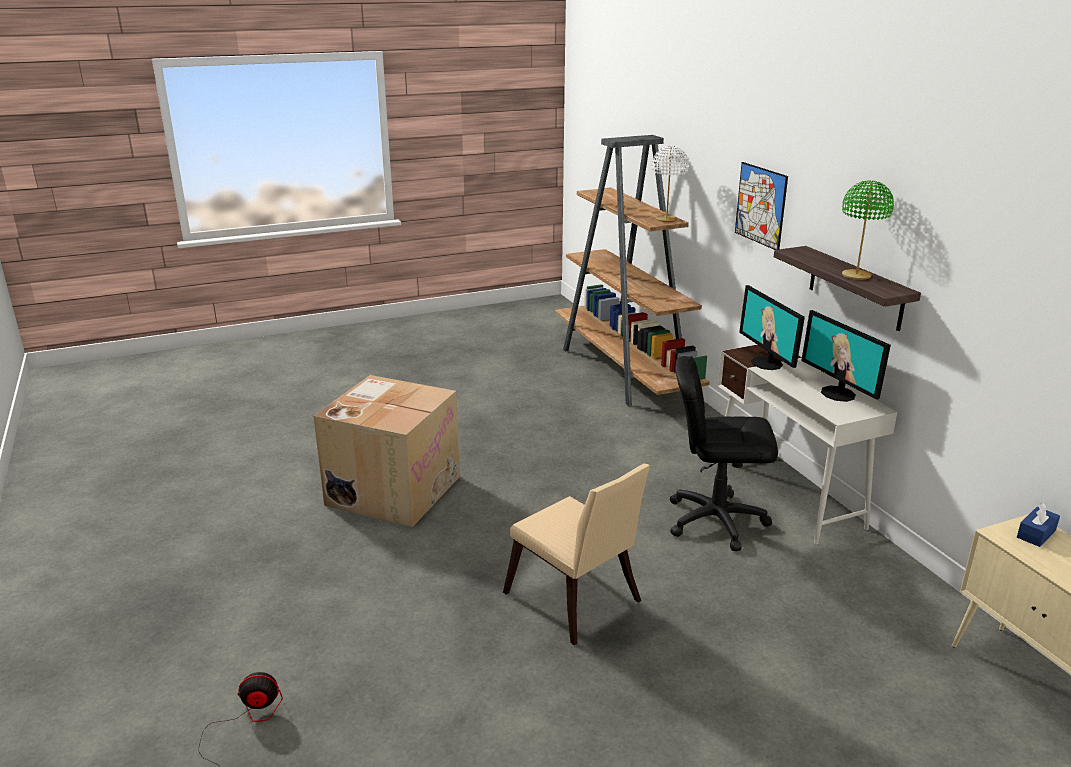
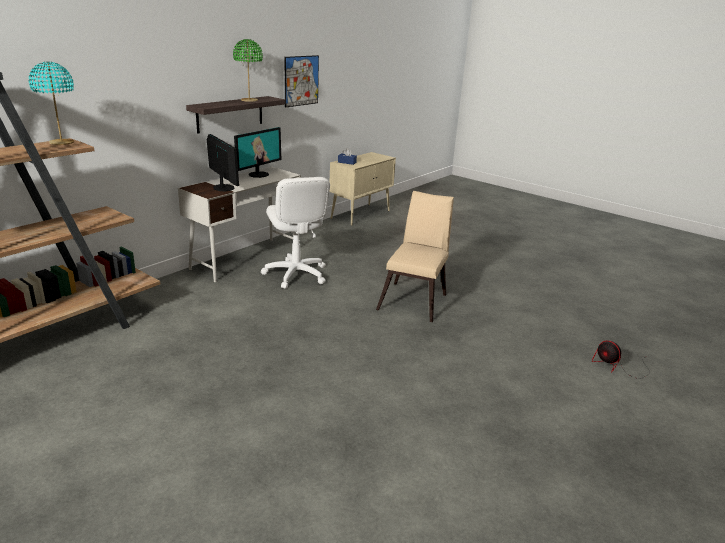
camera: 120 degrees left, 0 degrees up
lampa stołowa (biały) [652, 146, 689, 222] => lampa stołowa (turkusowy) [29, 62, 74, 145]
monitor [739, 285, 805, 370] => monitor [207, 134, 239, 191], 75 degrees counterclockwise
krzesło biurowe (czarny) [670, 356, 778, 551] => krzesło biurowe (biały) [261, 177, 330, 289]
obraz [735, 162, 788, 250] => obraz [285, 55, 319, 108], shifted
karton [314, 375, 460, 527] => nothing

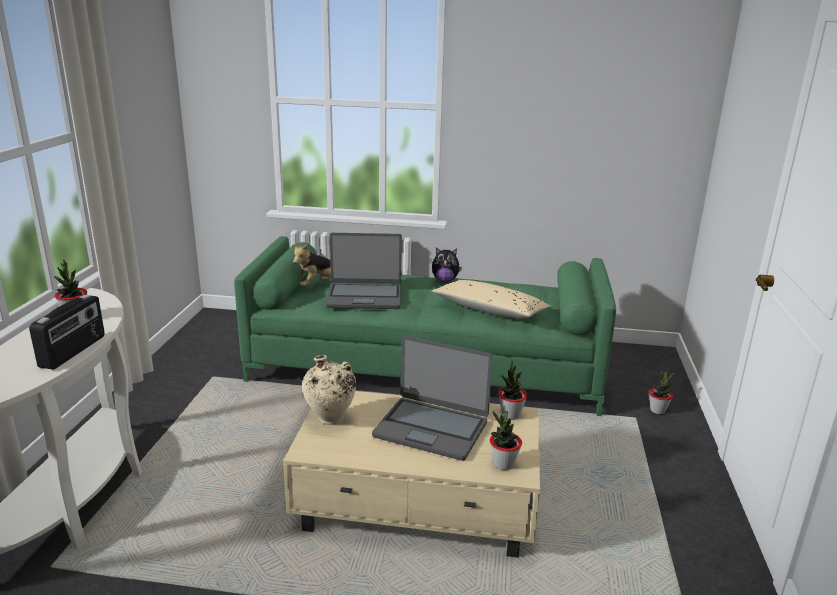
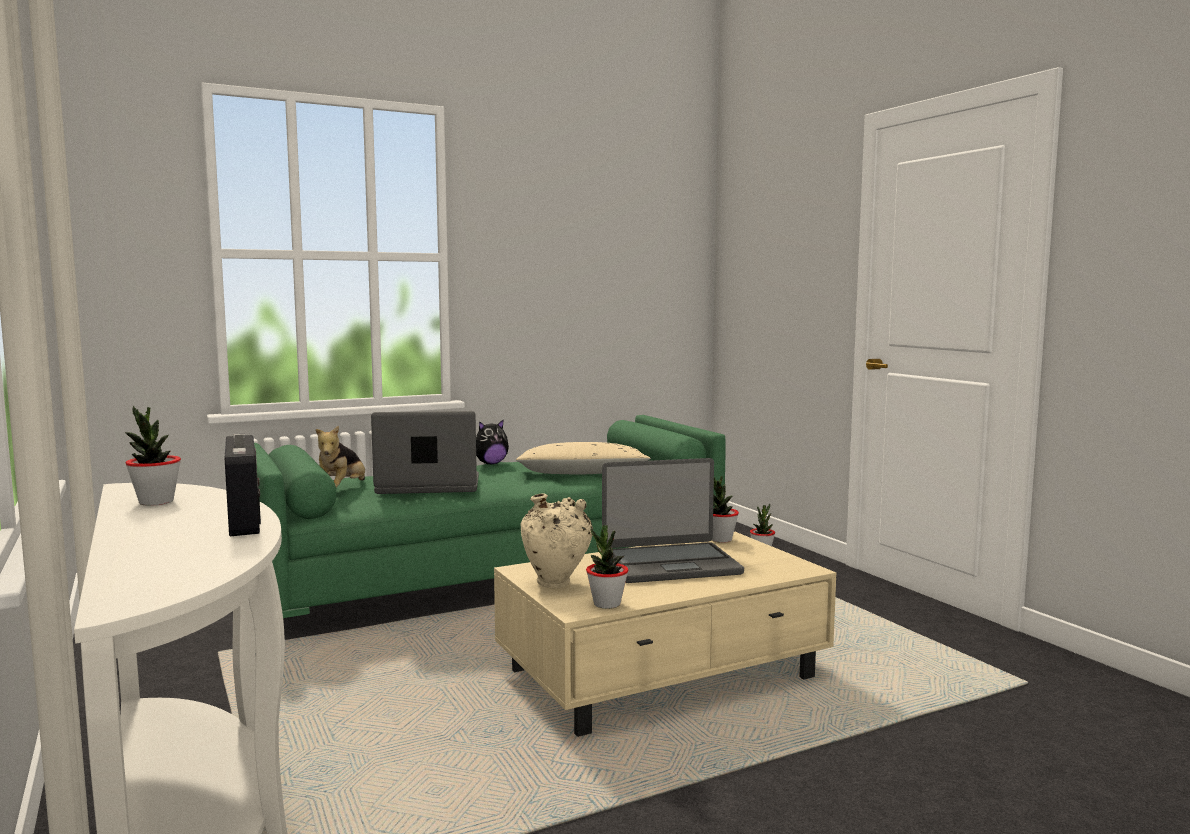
camera: 35 degrees left, 15 degrees down
laptop [325, 233, 402, 309] => laptop [371, 411, 479, 494], 150 degrees counterclockwise
roślina doniczkowa [490, 411, 522, 470] => roślina doniczkowa [586, 525, 628, 609], shifted

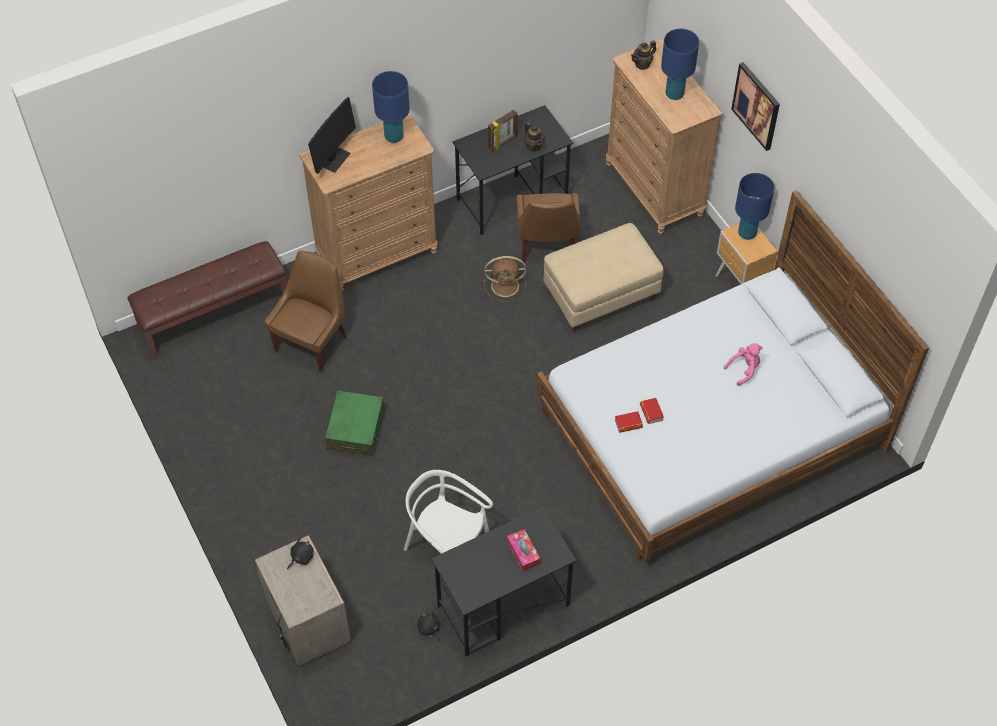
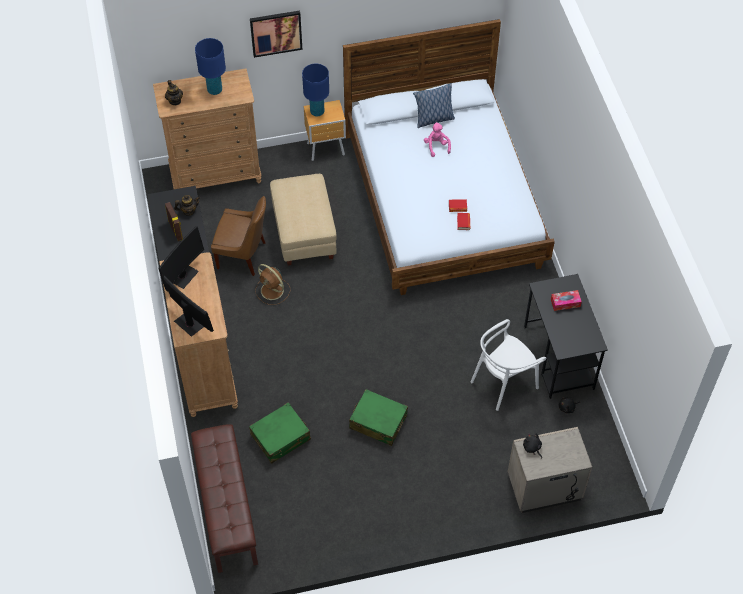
camera: 75 degrees left, 0 degrees up
lampa stołowa (niebieski) [372, 71, 410, 143] => monitor [158, 226, 204, 292]
krzesło (brązowy) [264, 251, 347, 372] => walizka (zielony) [249, 402, 311, 463]
wentylator (brązowy) [483, 256, 526, 302] => wentylator (brązowy) [255, 264, 291, 305], 120 degrees clockwise
nothing => poduszka [413, 83, 455, 128]

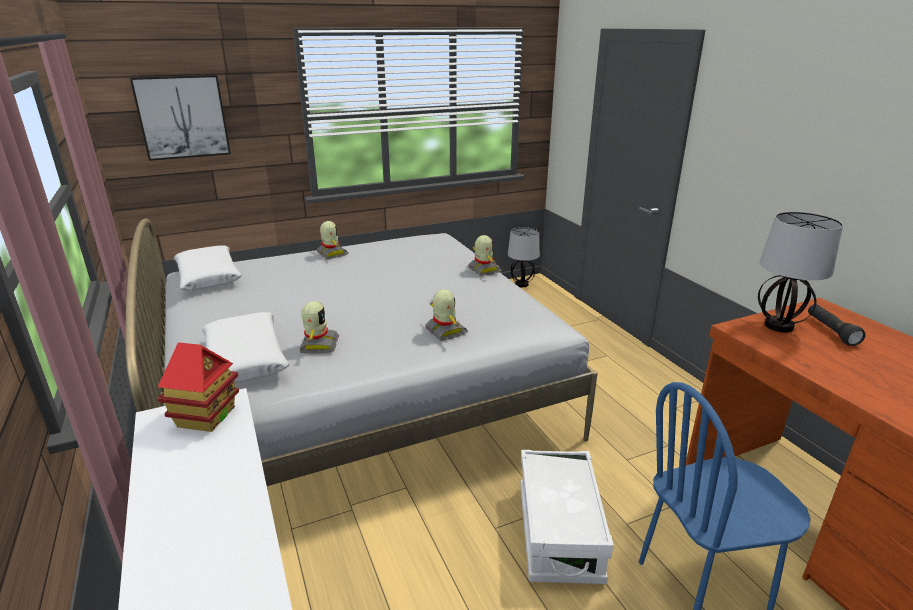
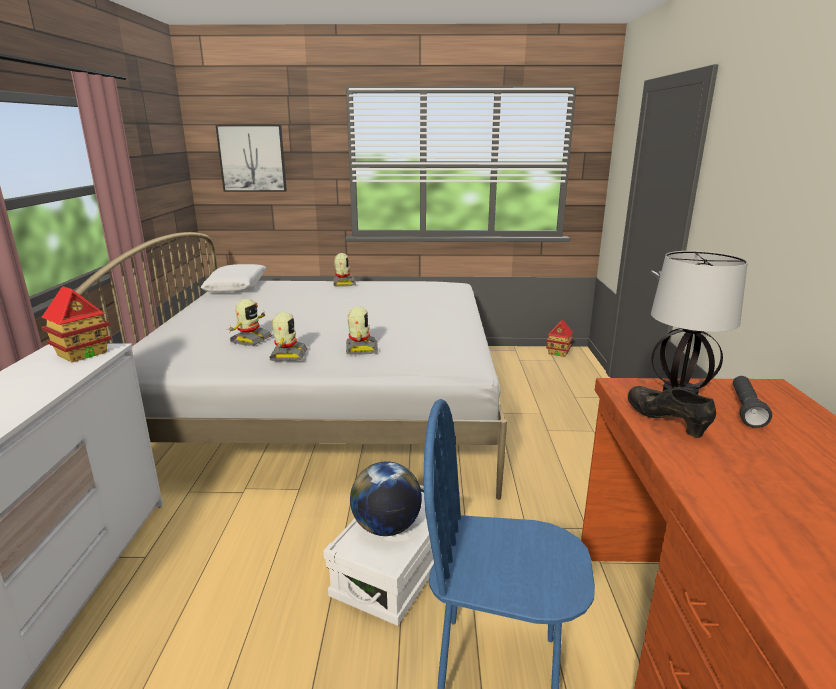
camera: 25 degrees right, 5 degrees down
robot zabawkowy [468, 235, 502, 276] => robot zabawkowy [270, 312, 307, 362], shifted
nothing => globus [350, 462, 422, 536]
lampa stołowa [508, 227, 540, 287] => domek [546, 319, 574, 357]
nothing => but (czarny) [628, 386, 716, 438]
poduszka (biały) [202, 312, 289, 384] => nothing

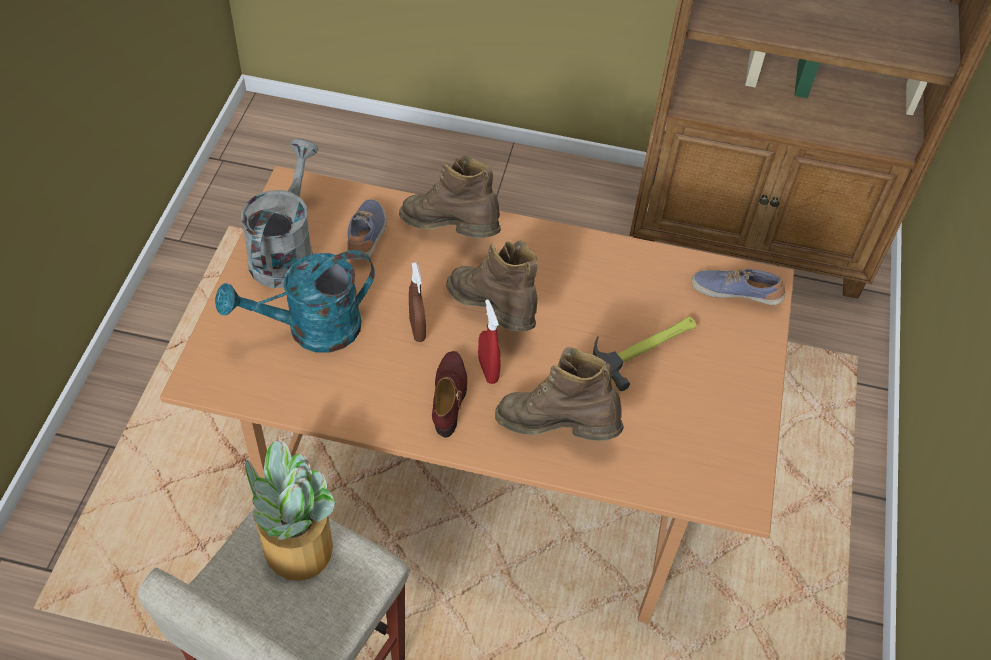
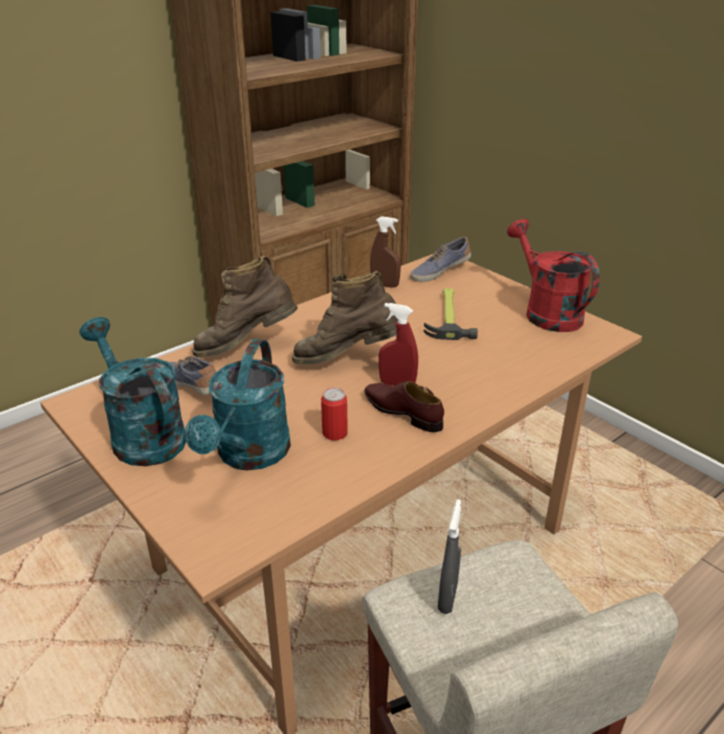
camera: 50 degrees left, 20 degrees down
konewka (szary) [241, 138, 318, 288] => konewka (turkusowy) [79, 317, 186, 466]
nothing => puszka [321, 388, 348, 441]
spryskiwacz (brązowy) [409, 262, 426, 342] => spryskiwacz (brązowy) [370, 216, 401, 288], shifted
roślina doniczkowa [245, 439, 335, 581] => spryskiwacz (szary) [438, 499, 461, 614]
nothing => konewka (czerwony) [507, 219, 600, 332]
but z cholewką (brązowy) [495, 347, 623, 441] => nothing

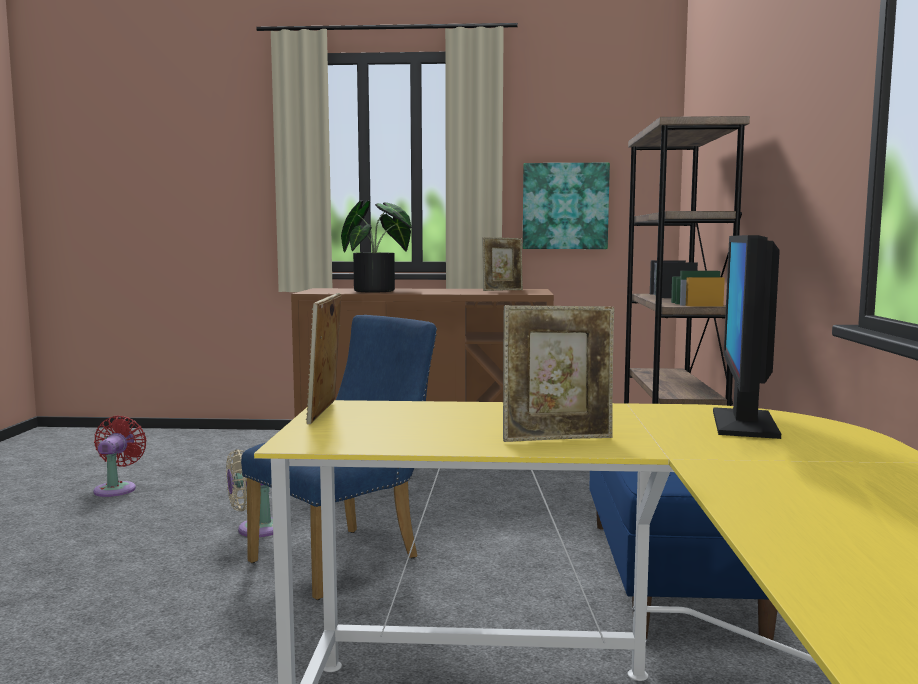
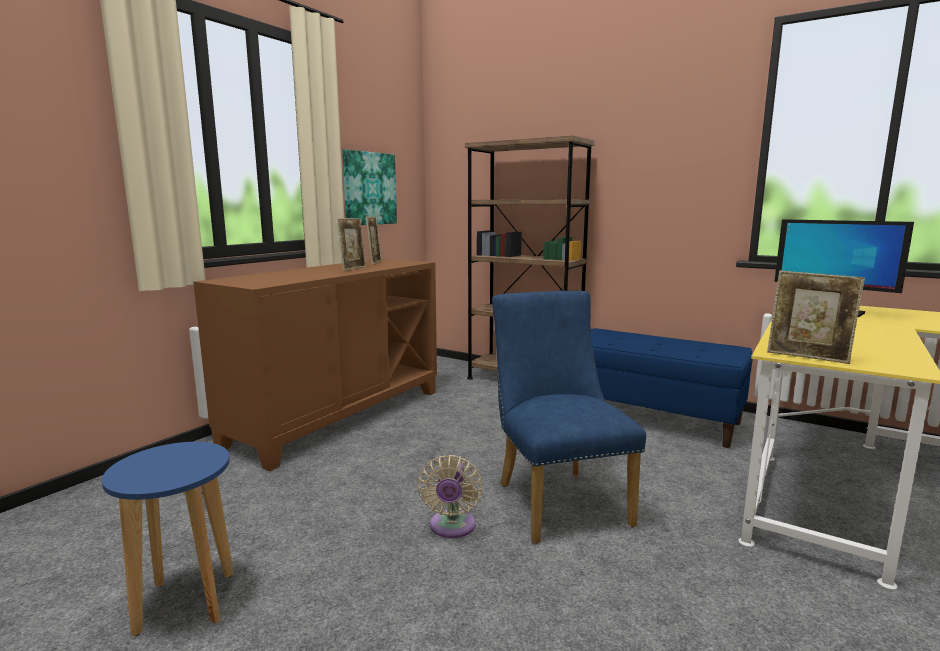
camera: 60 degrees left, 5 degrees up
wentylator (czerwony) [93, 416, 146, 497] => stołek (niebieski) [102, 442, 234, 637]
ramka na zdjęcie [503, 305, 614, 442] => ramka na zdjęcie [337, 218, 366, 271], shifted
roślina doniczkowa [341, 201, 411, 292] => nothing

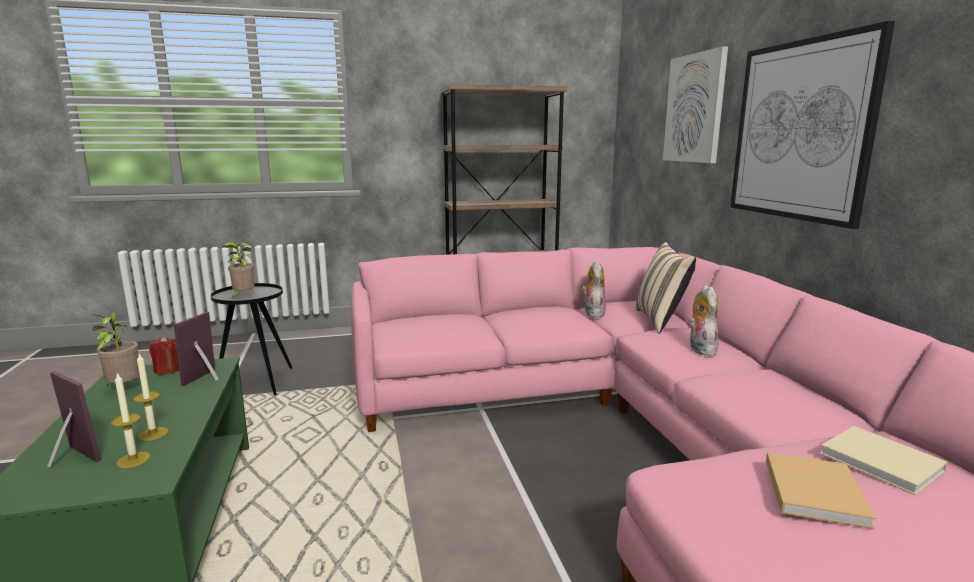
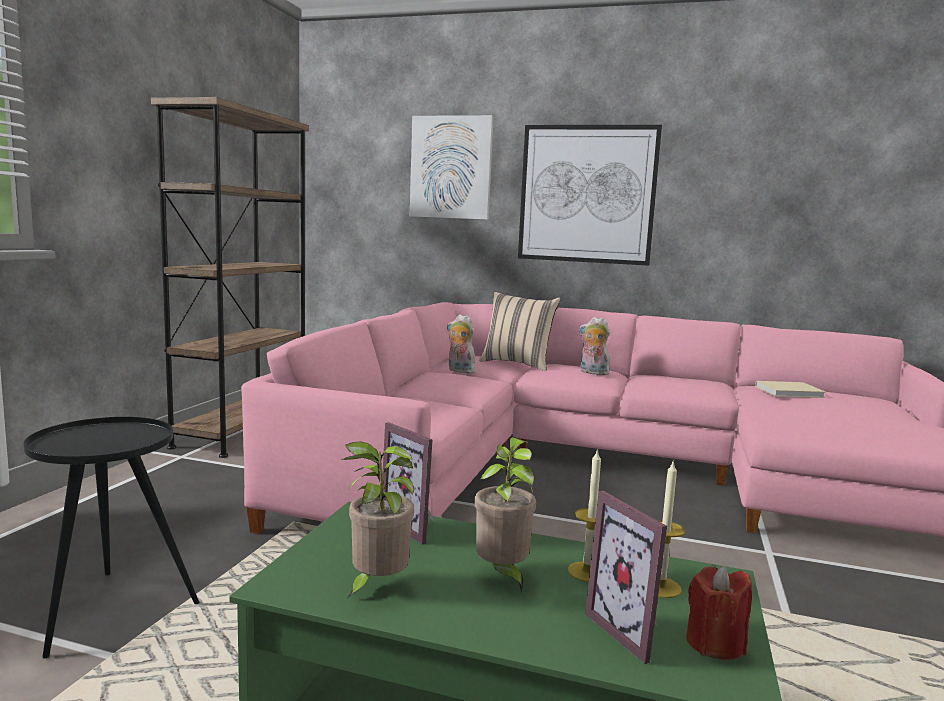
camera: 60 degrees left, 5 degrees down
roślina doniczkowa [222, 242, 255, 299] => roślina doniczkowa [475, 437, 538, 593], shifted
ramka na zdjęcie [48, 372, 101, 468] => ramka na zdjęcie [585, 491, 667, 664], 90 degrees counterclockwise
świeca (czerwony) [149, 336, 179, 375] => świeca (czerwony) [686, 566, 752, 660], shifted
książka (beżowy) [766, 452, 876, 529] => nothing

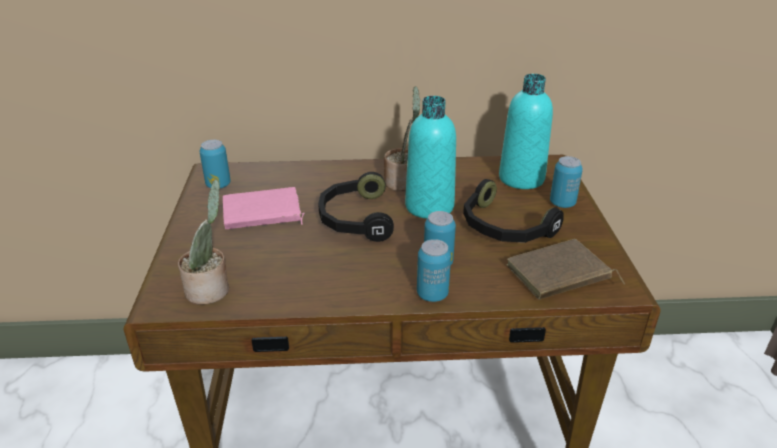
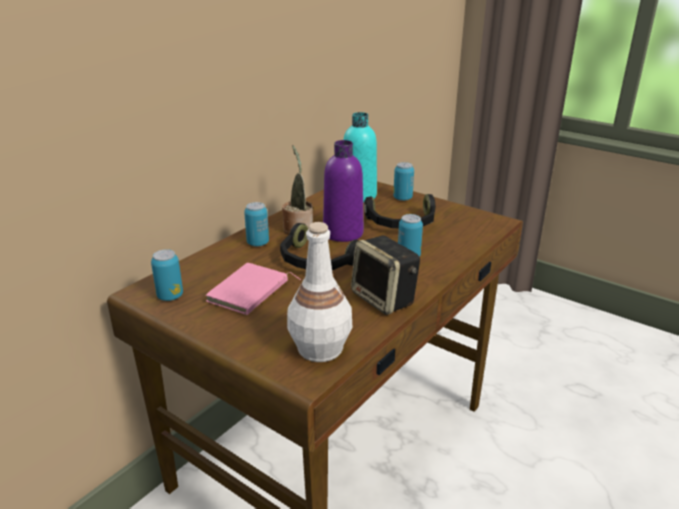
camera: 50 degrees left, 5 degrees down
puszka [417, 239, 451, 302] => puszka [244, 202, 269, 247], shifted
roślina doniczkowa [178, 179, 229, 305] => butelka (biały) [287, 222, 352, 362]
butelka (turkusowy) [405, 96, 456, 219] => butelka (fioletowy) [323, 140, 364, 242]
nothing => głośnik [351, 236, 420, 315]
książka (brązowy) [507, 239, 625, 300] => nothing

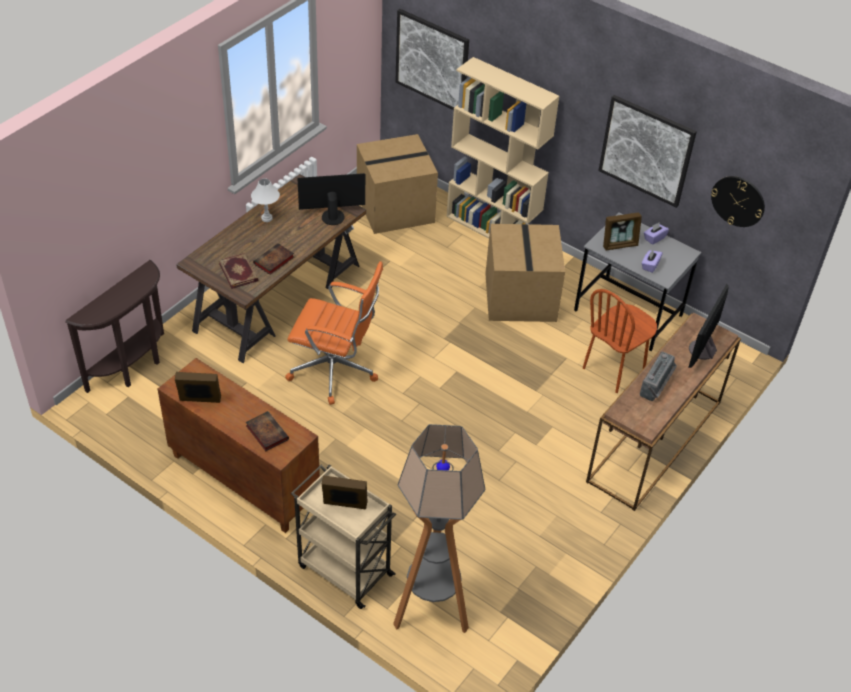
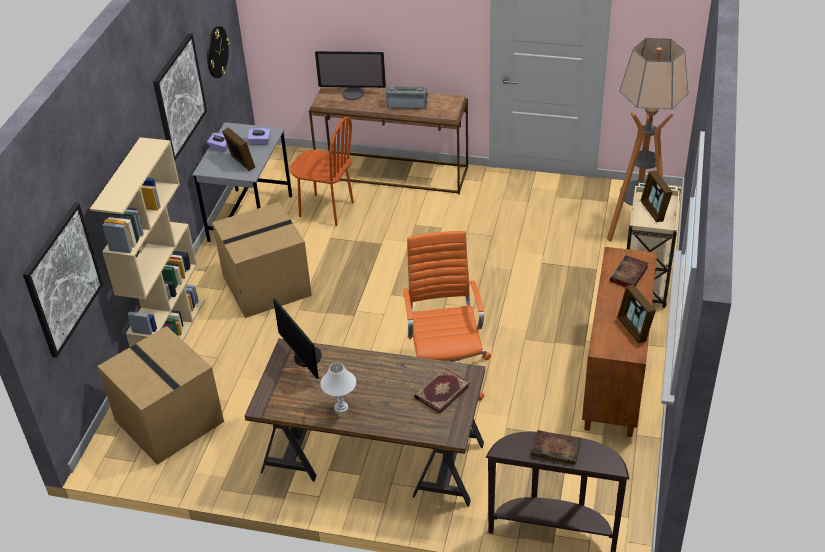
camera: 110 degrees left, 5 degrees down
książka [253, 243, 294, 275] => książka [532, 430, 581, 465], shifted

